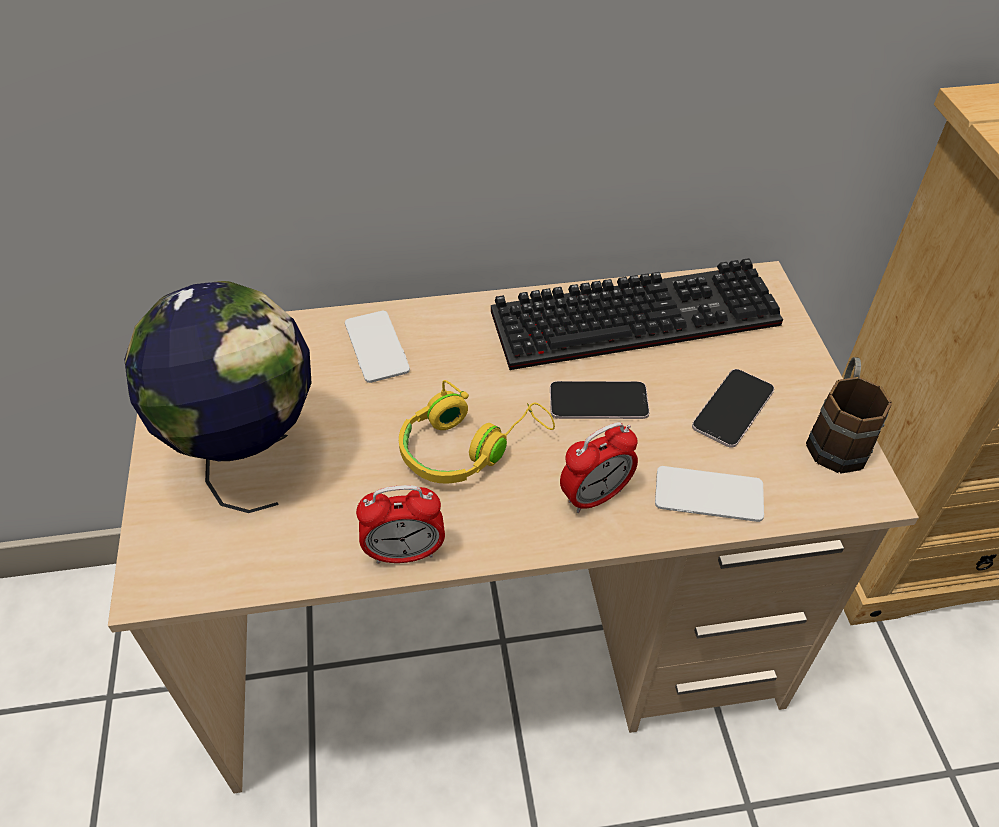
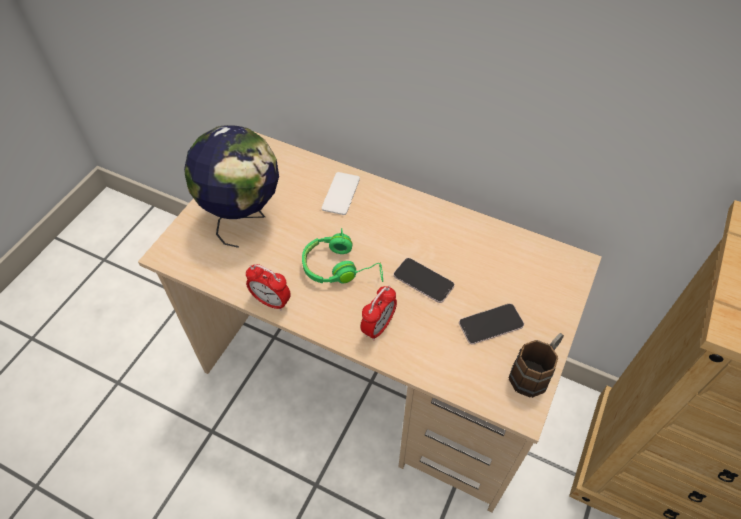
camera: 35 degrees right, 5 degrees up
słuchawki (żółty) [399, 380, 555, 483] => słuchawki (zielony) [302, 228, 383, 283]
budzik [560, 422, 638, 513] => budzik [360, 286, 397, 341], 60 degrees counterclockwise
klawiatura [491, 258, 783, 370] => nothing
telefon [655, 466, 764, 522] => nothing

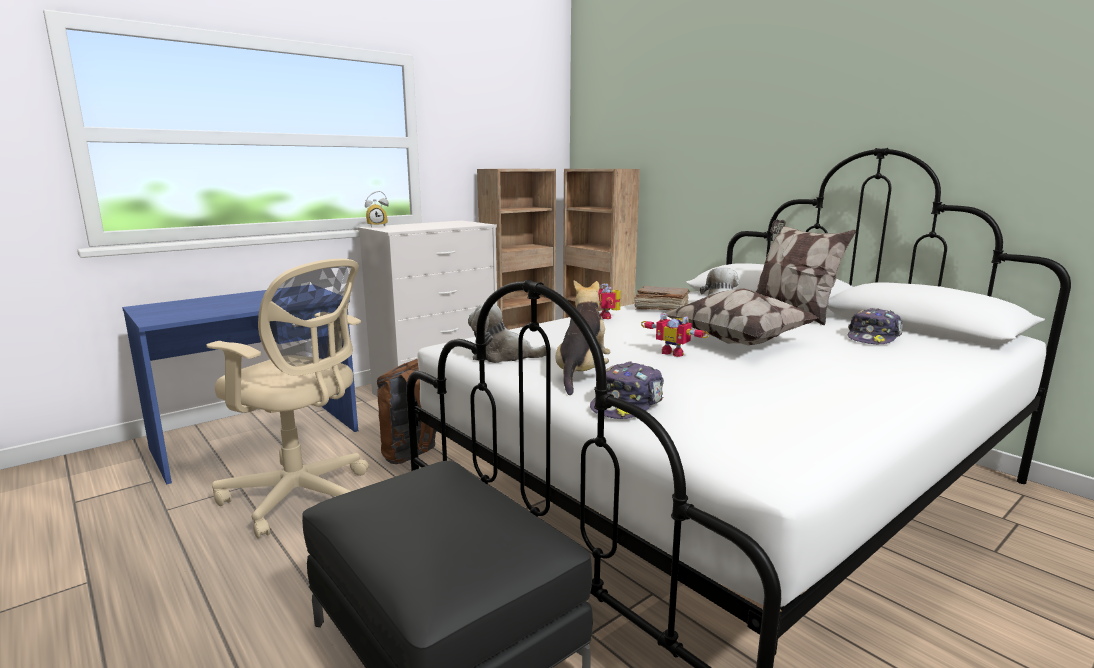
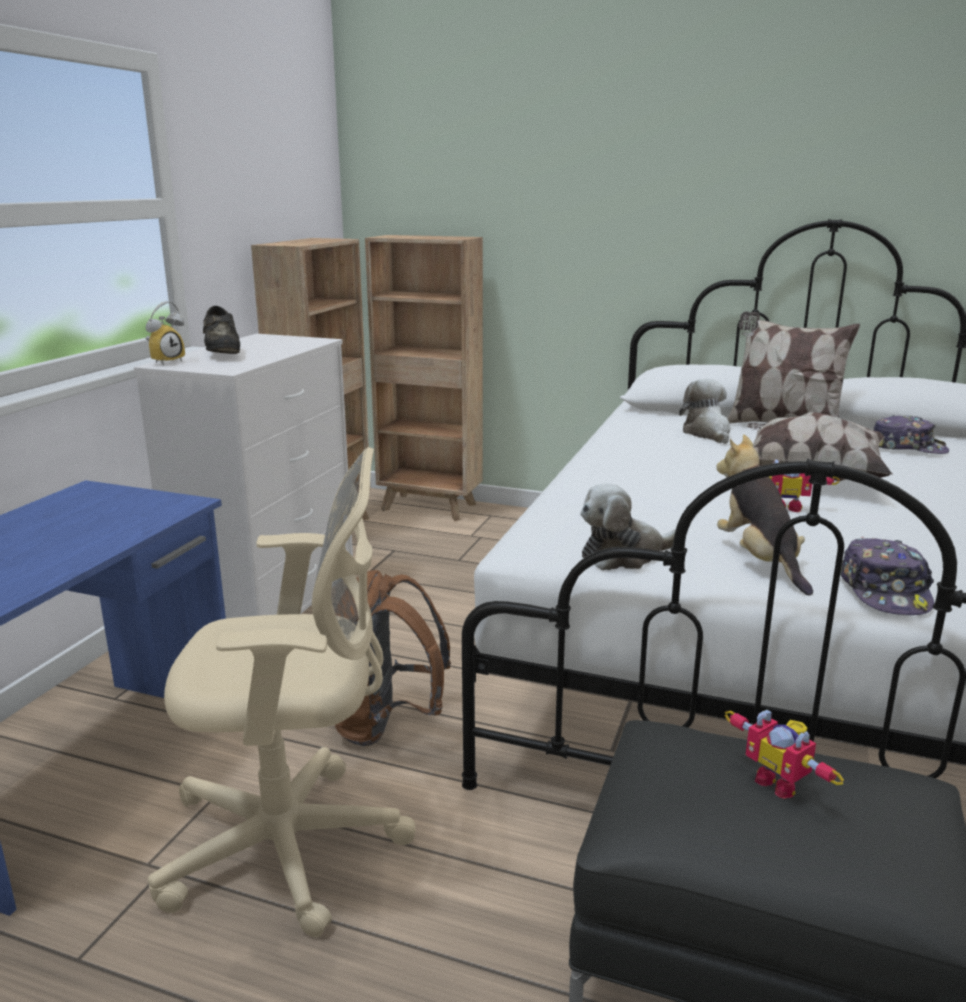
camera: 30 degrees left, 5 degrees up
nothing => but (czarny) [203, 306, 240, 354]
robot zabawkowy [598, 283, 621, 319] => robot zabawkowy [724, 710, 844, 799], shifted
czapka z daszkiem [848, 308, 903, 344] => czapka z daszkiem [873, 415, 949, 454], 75 degrees counterclockwise
książka (brązowy) [634, 286, 690, 310] => nothing

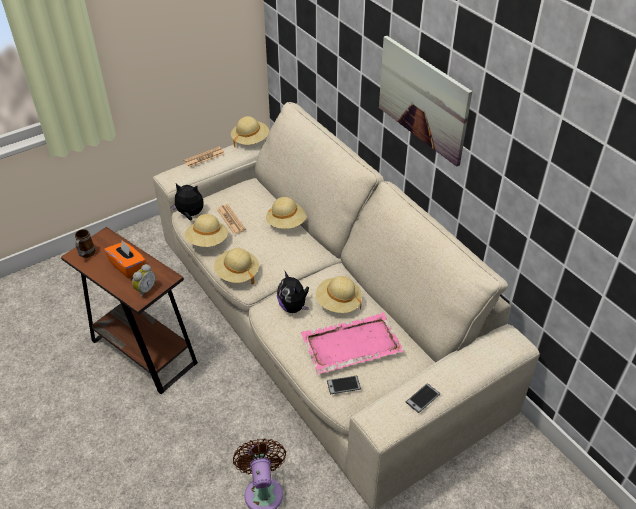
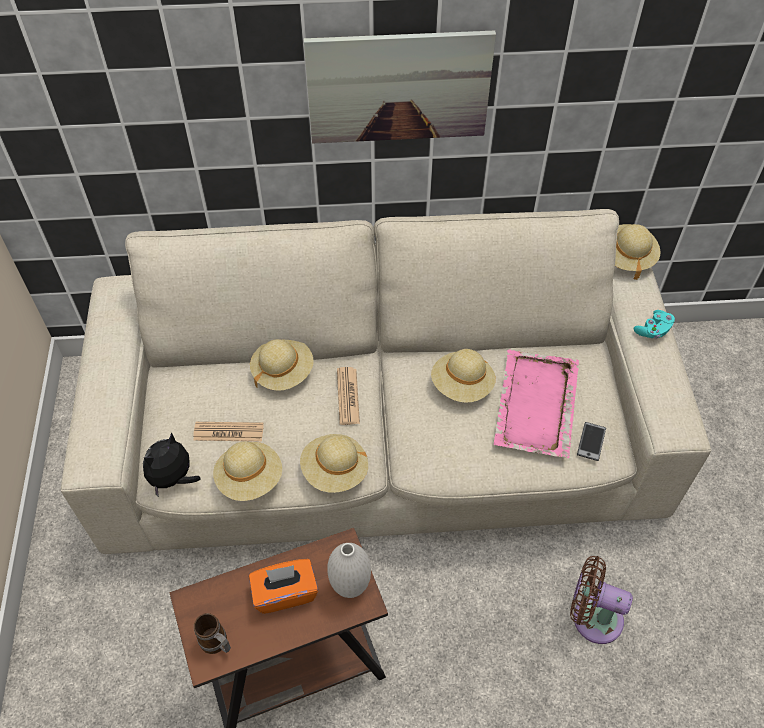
camera: 60 degrees left, 10 degrees up
budzik [132, 264, 156, 298] => wazon (biały) [327, 543, 371, 598]
gazeta [183, 147, 225, 167] => gazeta [337, 367, 360, 425], shifted
kapelusz (beżowy) [231, 116, 269, 147] => kapelusz (beżowy) [615, 224, 661, 280], shifted
nothing => pad do gier (turkusowy) [634, 310, 675, 339]
pluszak [277, 270, 309, 313] => nothing
telefon [406, 383, 440, 413] => nothing

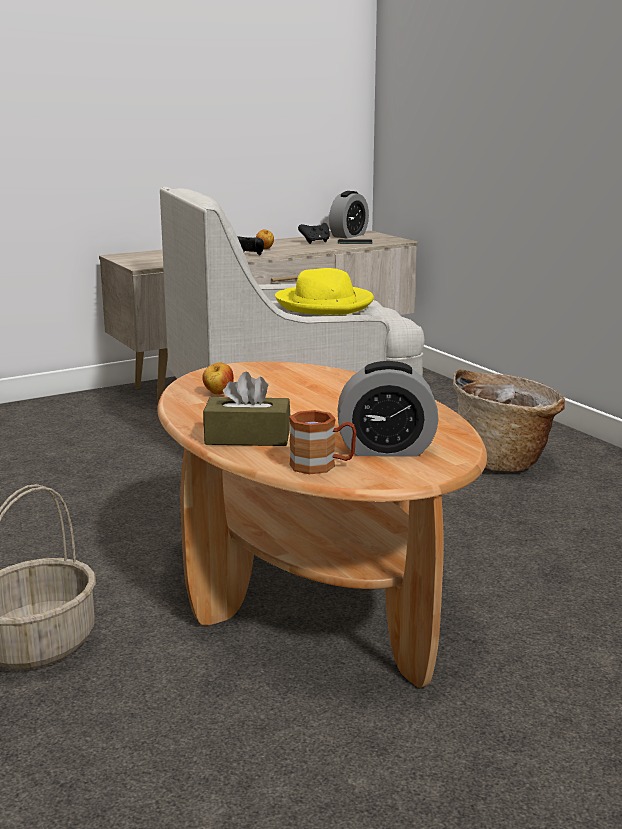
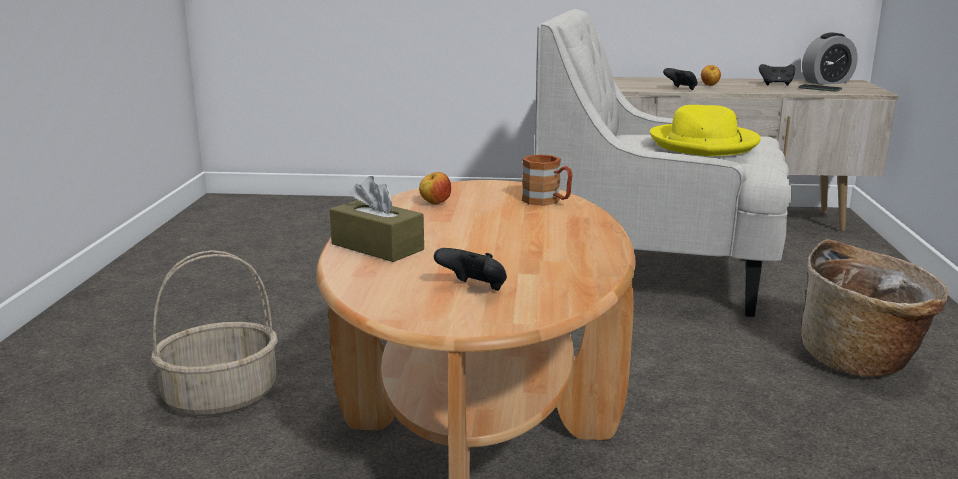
camera: 35 degrees right, 0 degrees up
budzik [338, 361, 439, 457] => pad do gier (czarny) [434, 248, 507, 291]
kubek (brązowy) [289, 410, 356, 474] => kubek (brązowy) [522, 154, 572, 206], shifted

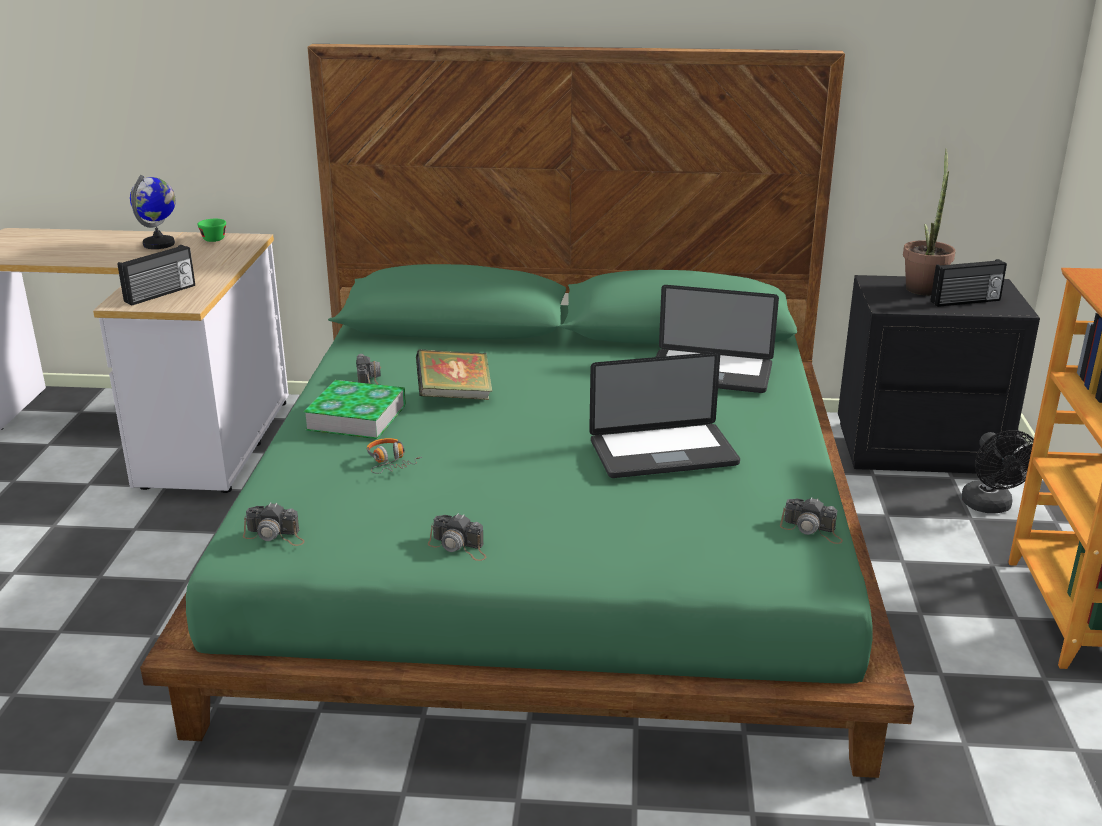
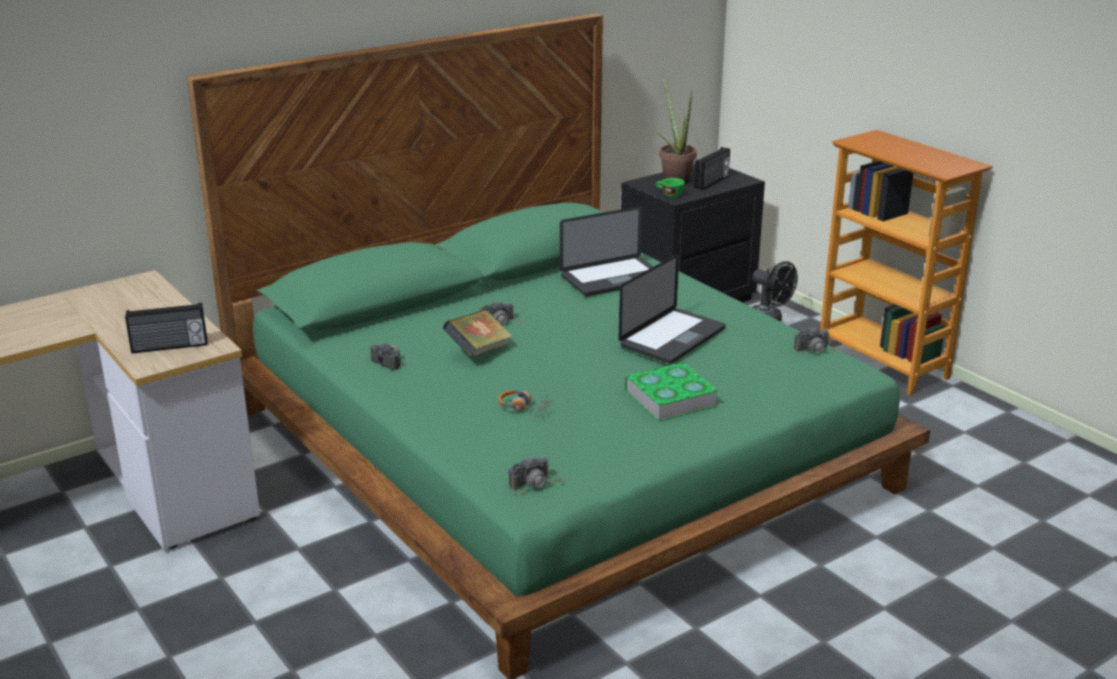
camera: 40 degrees left, 0 degrees up
radio [118, 245, 195, 305] => radio [125, 302, 208, 354], 75 degrees clockwise
aparat fotograficzny [428, 513, 486, 561] => aparat fotograficzny [480, 301, 524, 325], shifted
książka [304, 380, 406, 439] => książka [625, 362, 718, 422], shifted
filiżanka (zielony) [197, 219, 226, 242] => filiżanka (zielony) [656, 178, 685, 197], shifted
globus [130, 175, 176, 249] => nothing

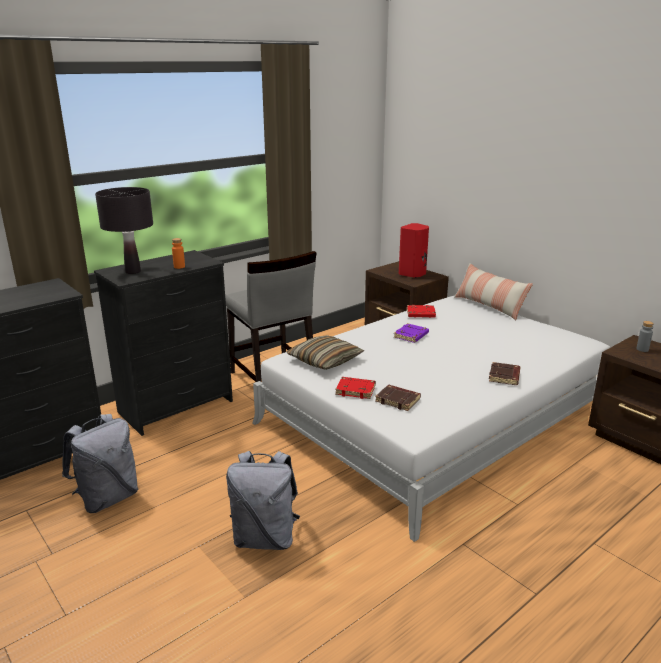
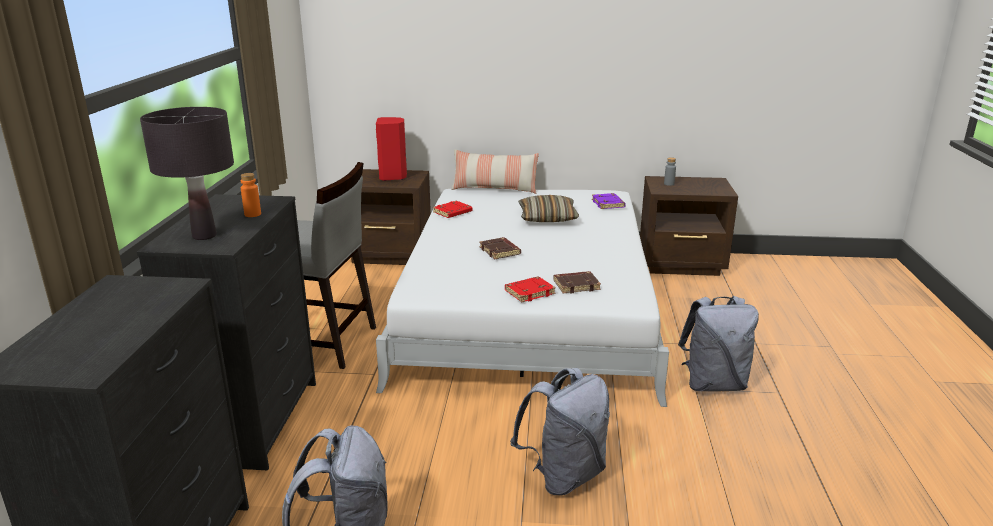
camera: 45 degrees left, 0 degrees up
książka (brązowy) [489, 362, 521, 385] => książka (brązowy) [479, 237, 521, 259], shifted
poduszka [286, 335, 364, 370] => poduszka [518, 195, 579, 222], shifted
książka (fioletowy) [394, 323, 429, 343] => książka (fioletowy) [592, 193, 626, 209], shifted
nothing => plecak (szary) [678, 296, 759, 392]

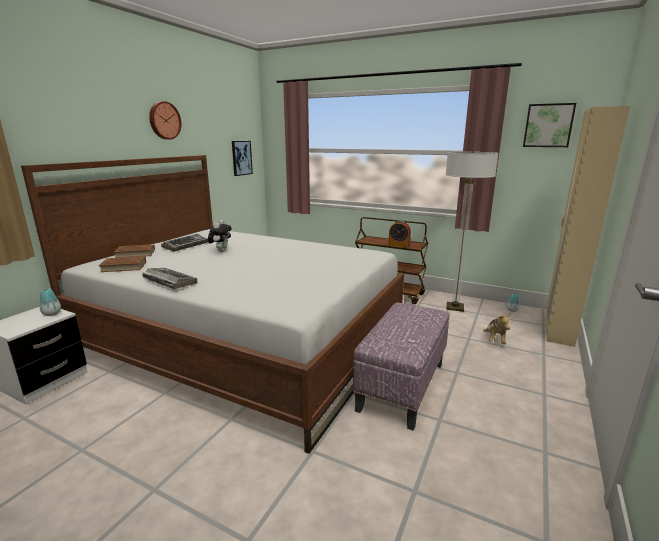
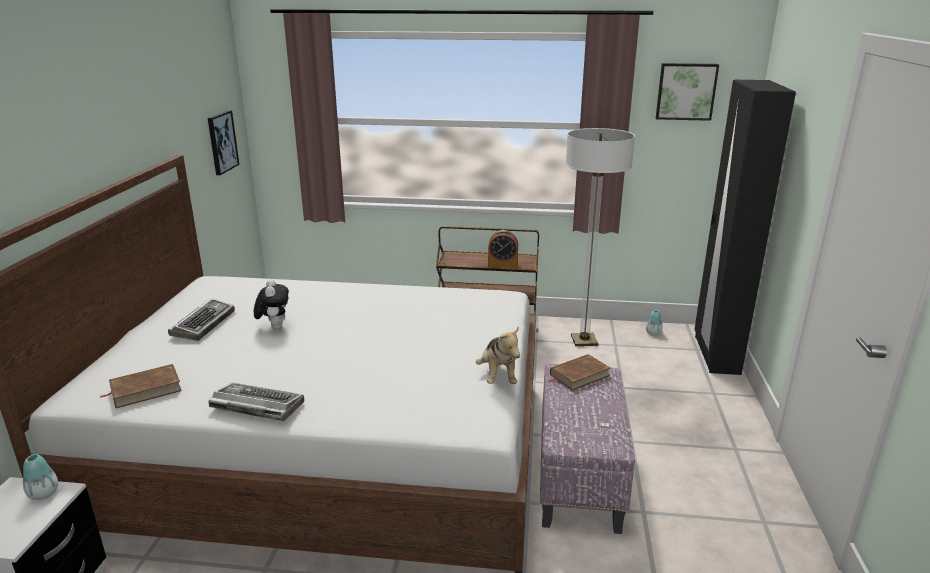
camera: 20 degrees left, 5 degrees up
pluszak [483, 313, 511, 344] => pluszak [476, 327, 520, 384], shifted
książka (brązowy) [114, 244, 155, 258] => książka (brązowy) [549, 354, 610, 390], shifted
szafa (beżowy) [546, 106, 630, 347] => szafa (czarny) [695, 80, 796, 375]
zegar ścienny [149, 101, 181, 140] => nothing

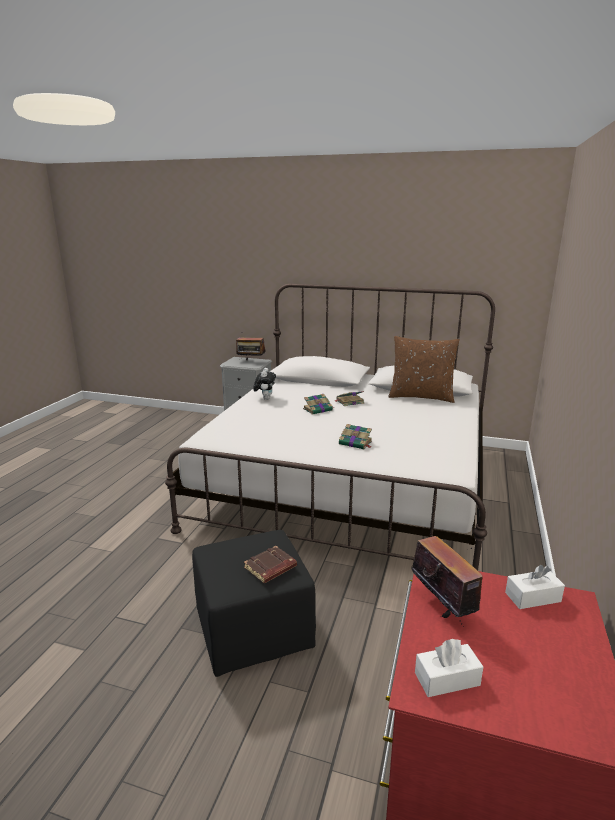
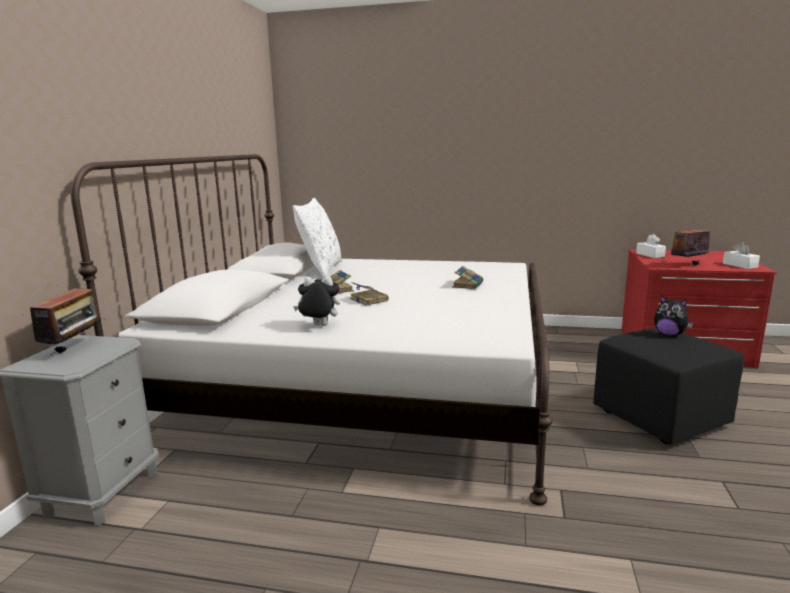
camera: 95 degrees left, 5 degrees down
poduszka (brązowy) [389, 336, 460, 403] => poduszka (biały) [293, 198, 342, 277]
książka (brązowy) [244, 546, 297, 583] => pluszak [654, 295, 694, 336]

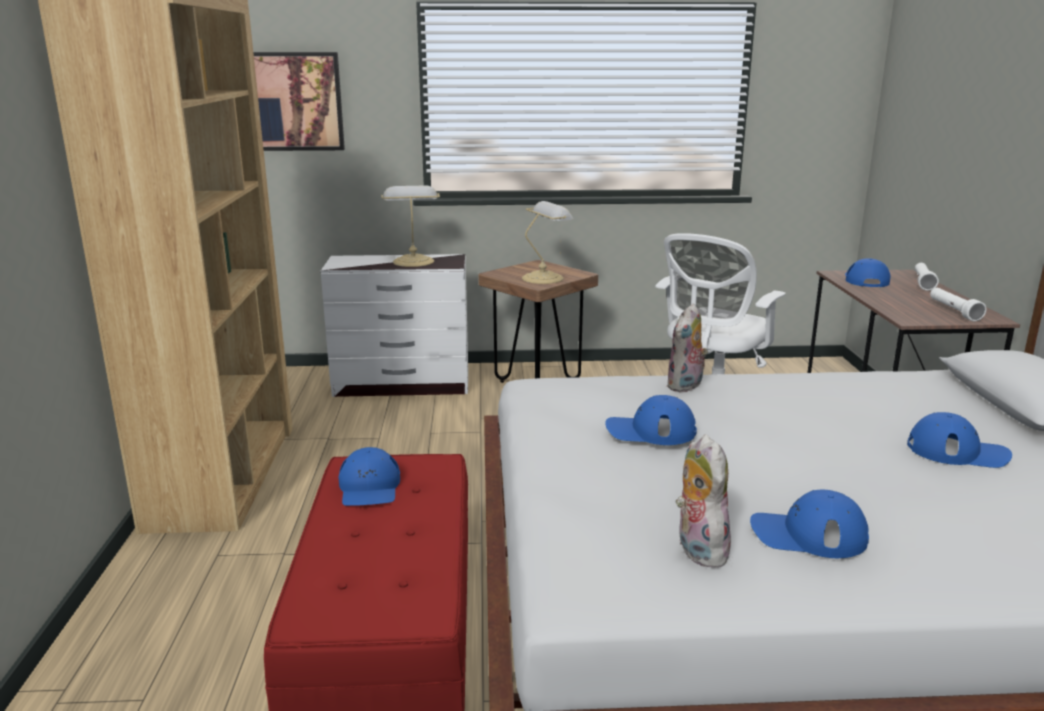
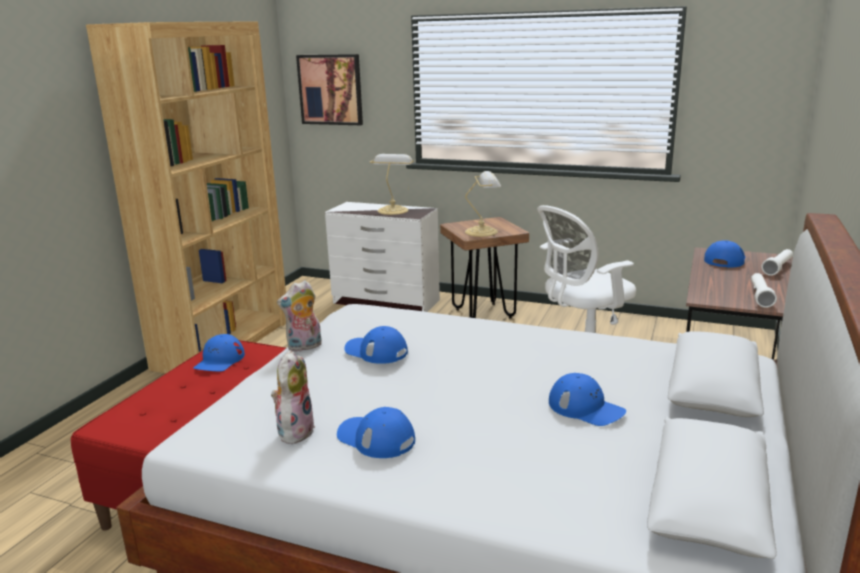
camera: 25 degrees right, 0 degrees up
pluszak [666, 303, 708, 393] => pluszak [277, 280, 322, 352], shifted

